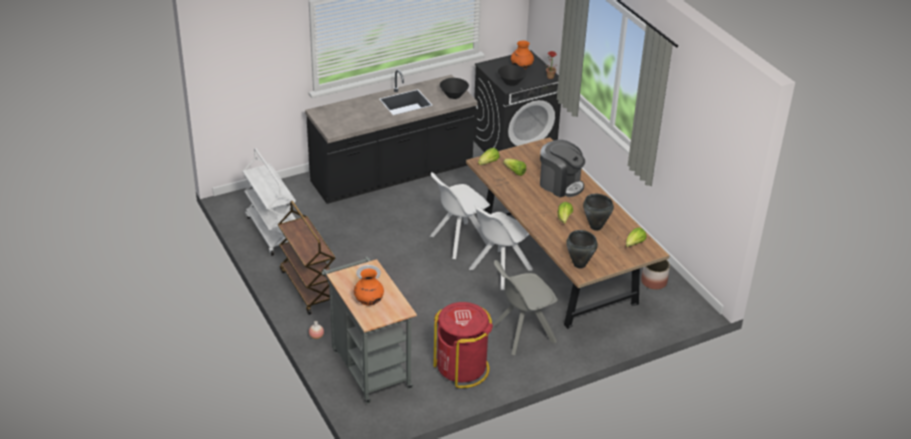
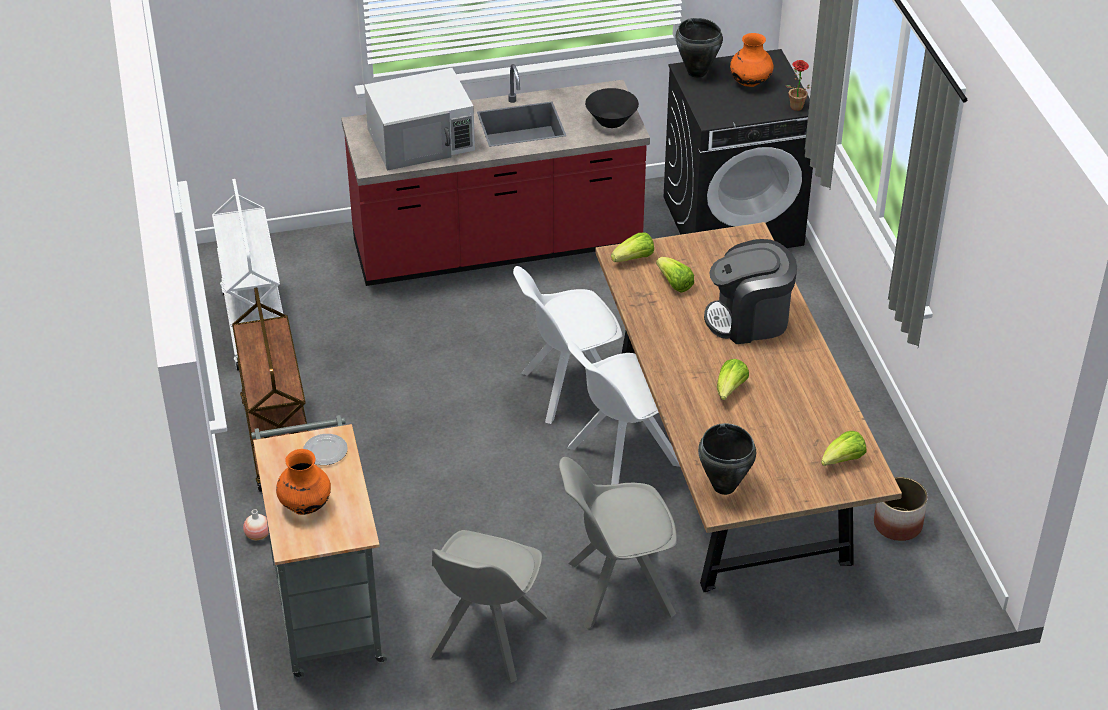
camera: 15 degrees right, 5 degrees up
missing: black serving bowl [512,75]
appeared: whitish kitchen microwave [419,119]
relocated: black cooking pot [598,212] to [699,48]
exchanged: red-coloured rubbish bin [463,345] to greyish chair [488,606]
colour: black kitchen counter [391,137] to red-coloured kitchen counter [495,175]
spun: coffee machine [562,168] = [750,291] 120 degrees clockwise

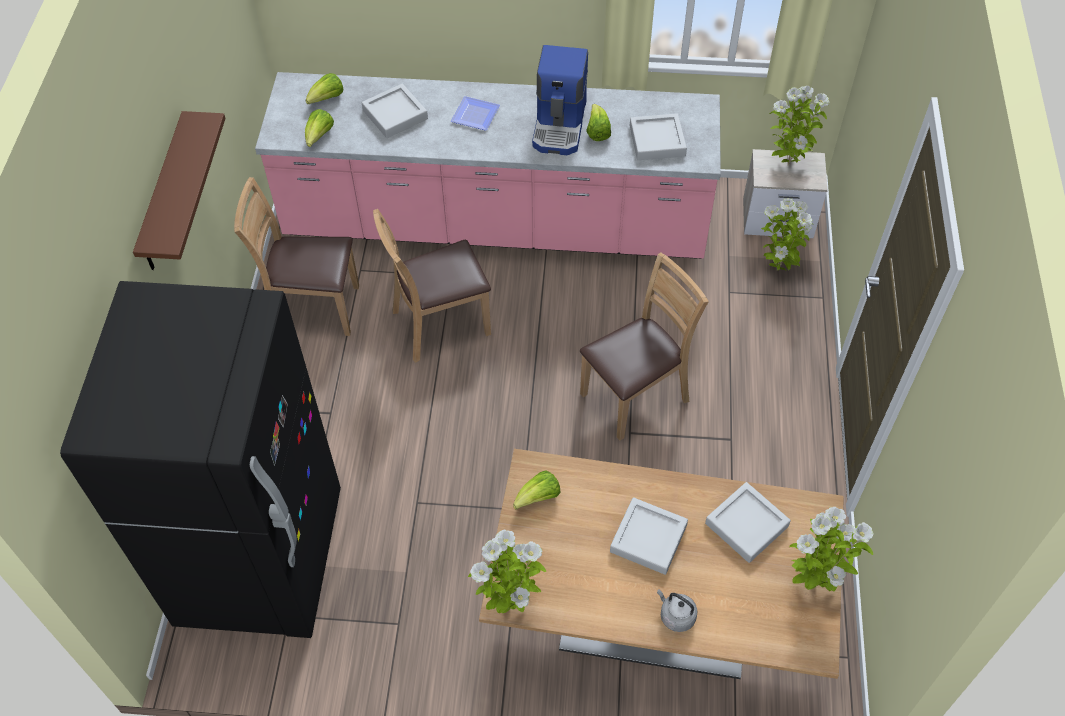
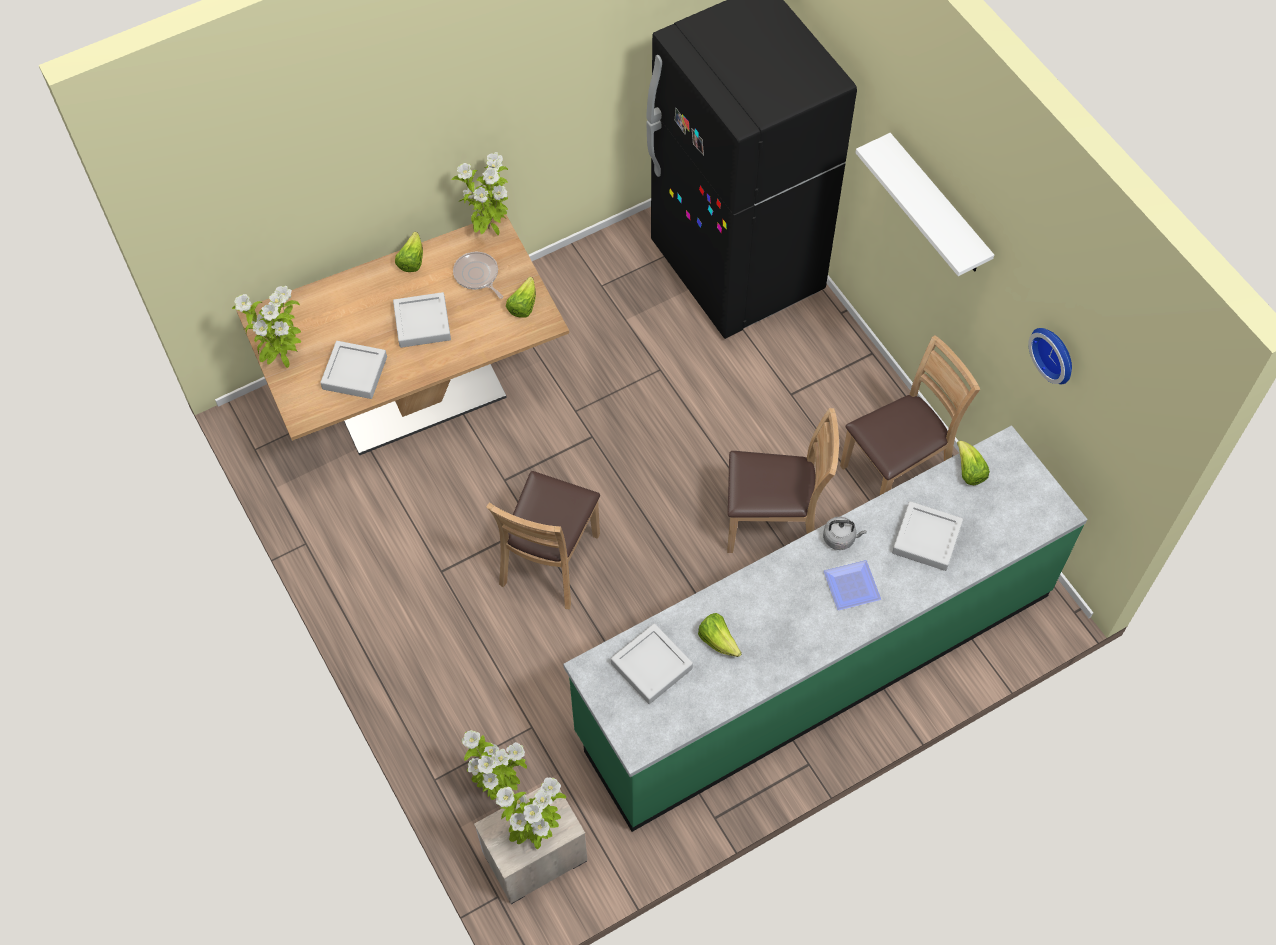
camera: 145 degrees right, 5 degrees up
missing: coffee machine [560,100]
appeared: frying pan [478,275]; wall clock [1050,356]
relocated: lettuce [324,88] to [409,252]; greyish water kettle [677,610] to [845,533]
colour: brownish wall shelf [179,190] to whitish wall shelf [924,204]; pink-coloured kitchen counter [488,165] to green-coloured kitchen counter [825,628]
spun: brownish chair [432,286] = [783,480] 60 degrees clockwise

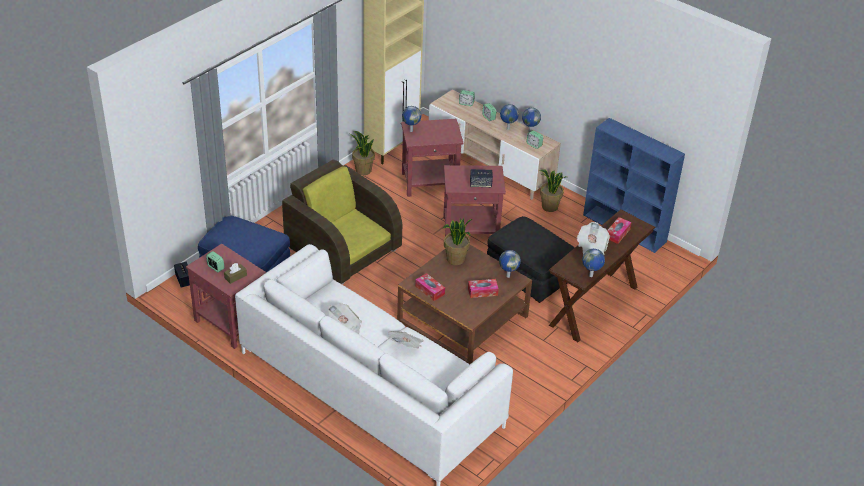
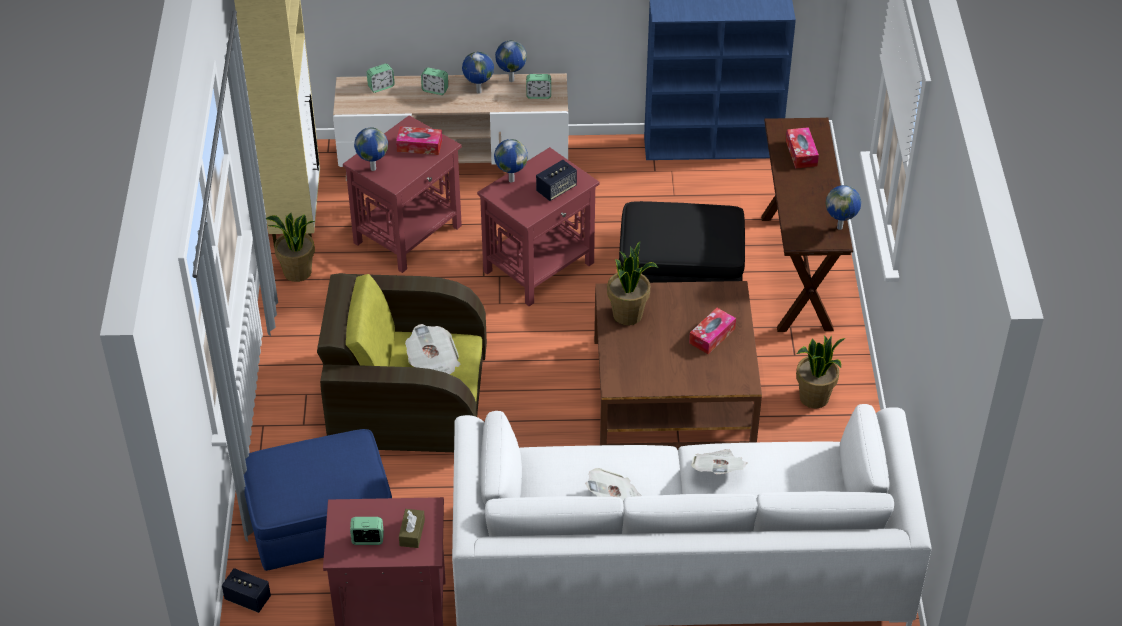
camera: 40 degrees left, 5 degrees up
relocated: box of tissues [430,287] to [419,140]; desk globe [510,264] to [511,161]; houseplant [553,190] to [821,371]; daily paper [593,238] to [433,349]

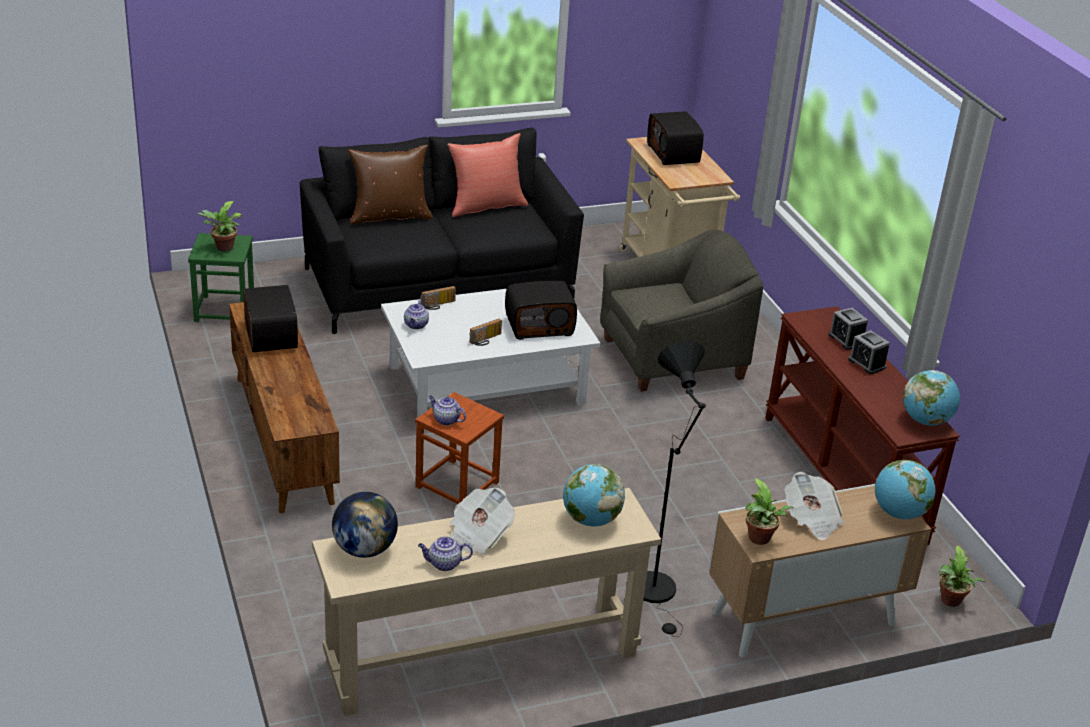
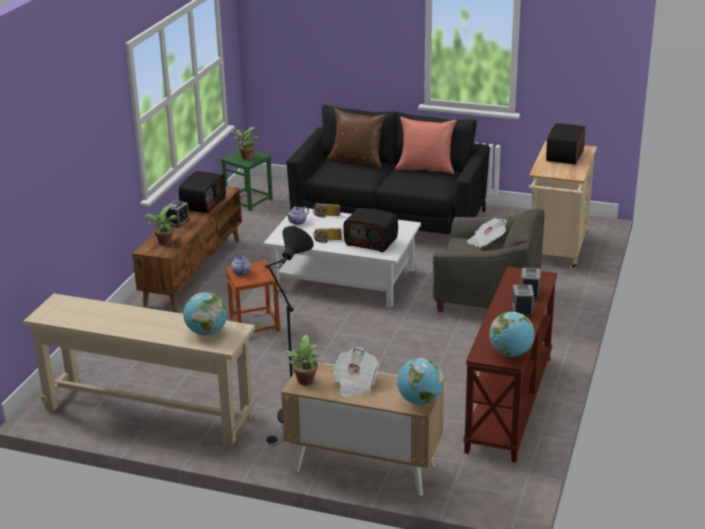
camera: 40 degrees right, 5 degrees down
missing: desk globe [365,525]; tea pot [445,553]
appeared: bedside clock [178,214]
relocated: daily paper [482,521] to [487,233]; houseplant [962,576] to [159,225]

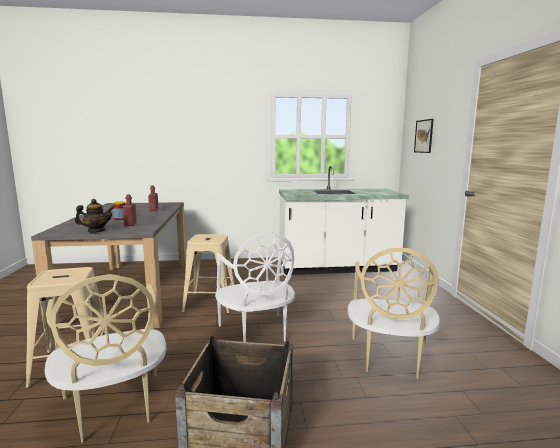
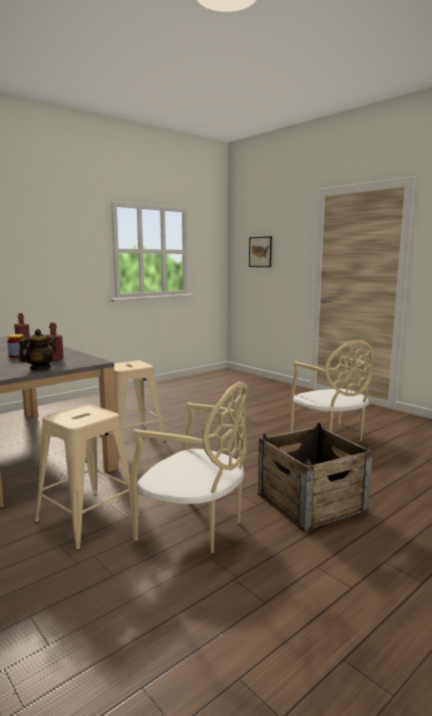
camera: 35 degrees left, 0 degrees up
missing: whitish chair [255,287]; whitish kitchen counter [344,220]

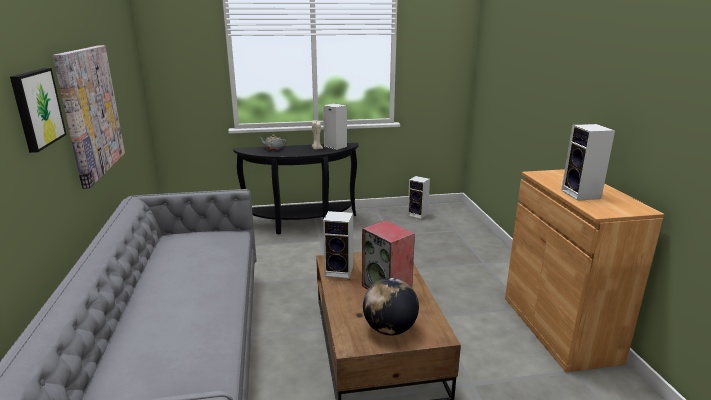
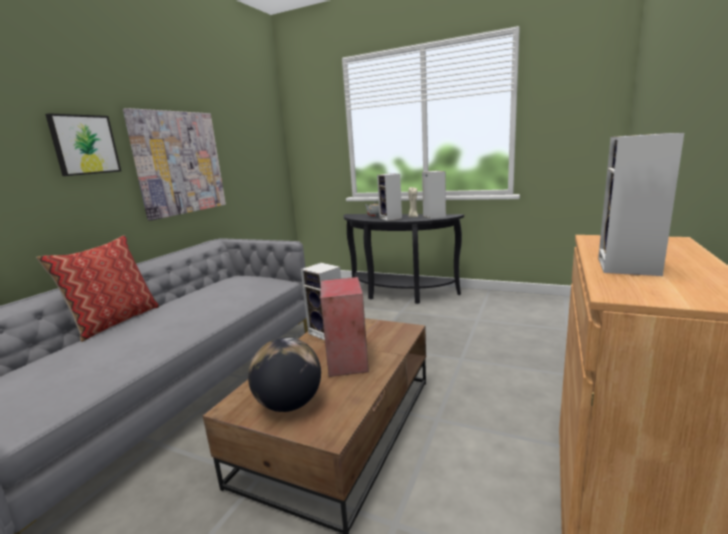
camera: 35 degrees right, 5 degrees down
appeared: cushion [97,288]
relocated: speaker [419,197] to [389,197]

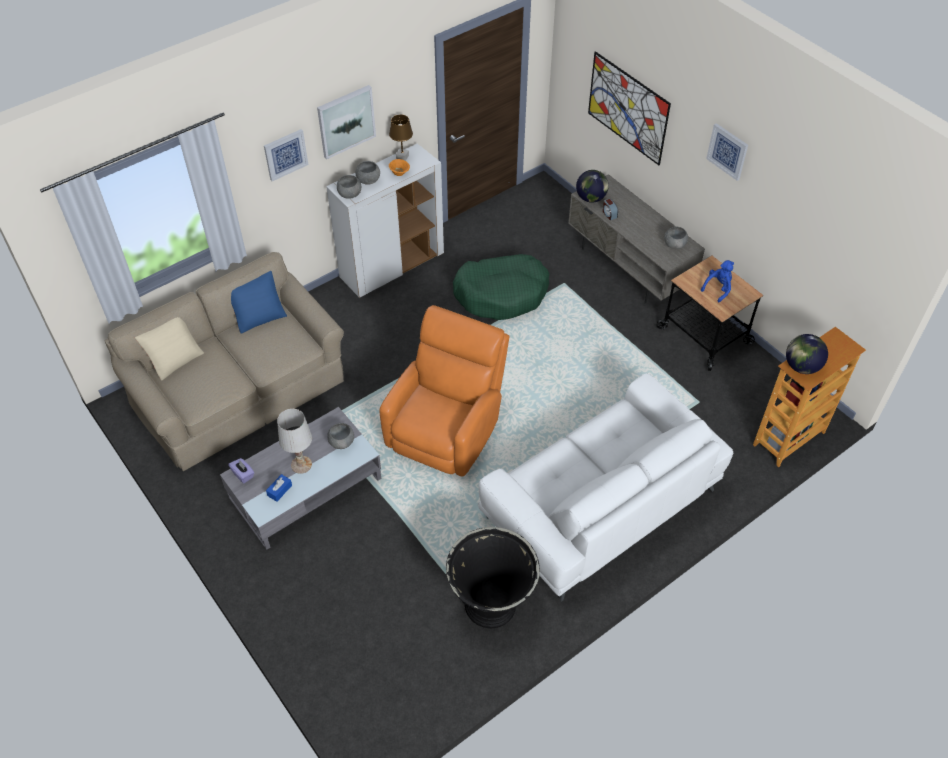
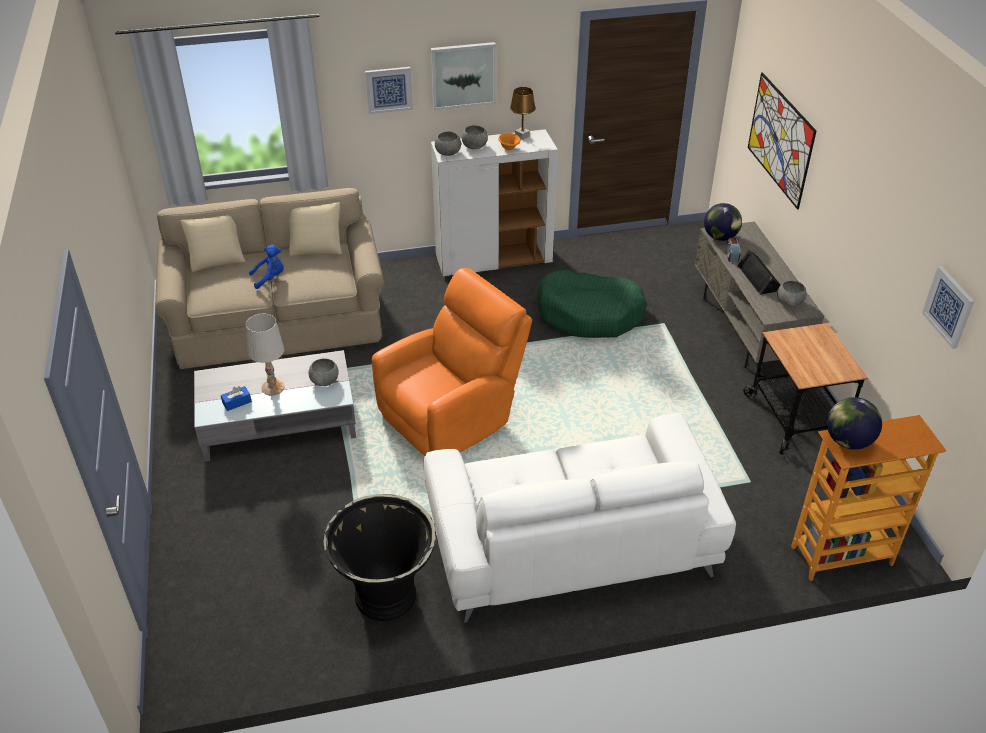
camera: 25 degrees right, 10 degrees down
missing: purple box of tissues [241,471]
appeared: black speaker [759,272]
relocated: blue-coloured cuddly toy [717,281] to [266,267]; picture [727,152] to [948,307]
colour: blue-coloured cushion [259,302] to beige-coloured cushion [315,229]

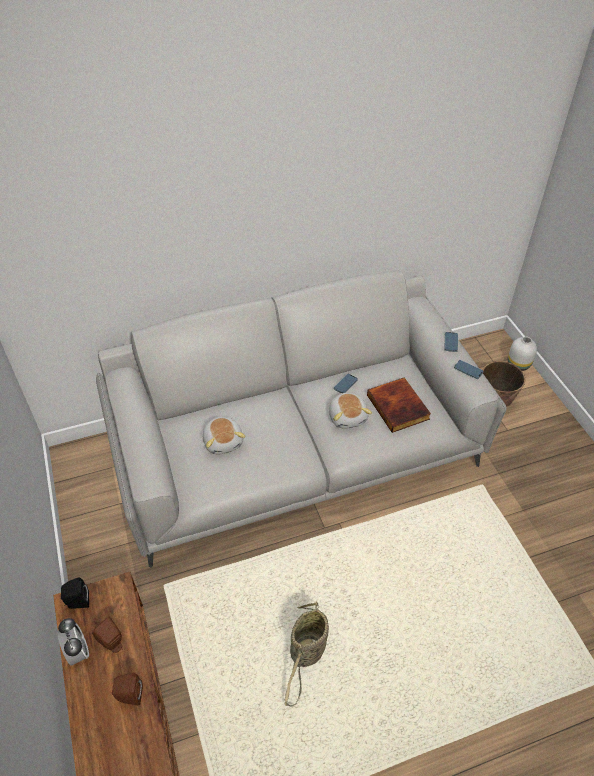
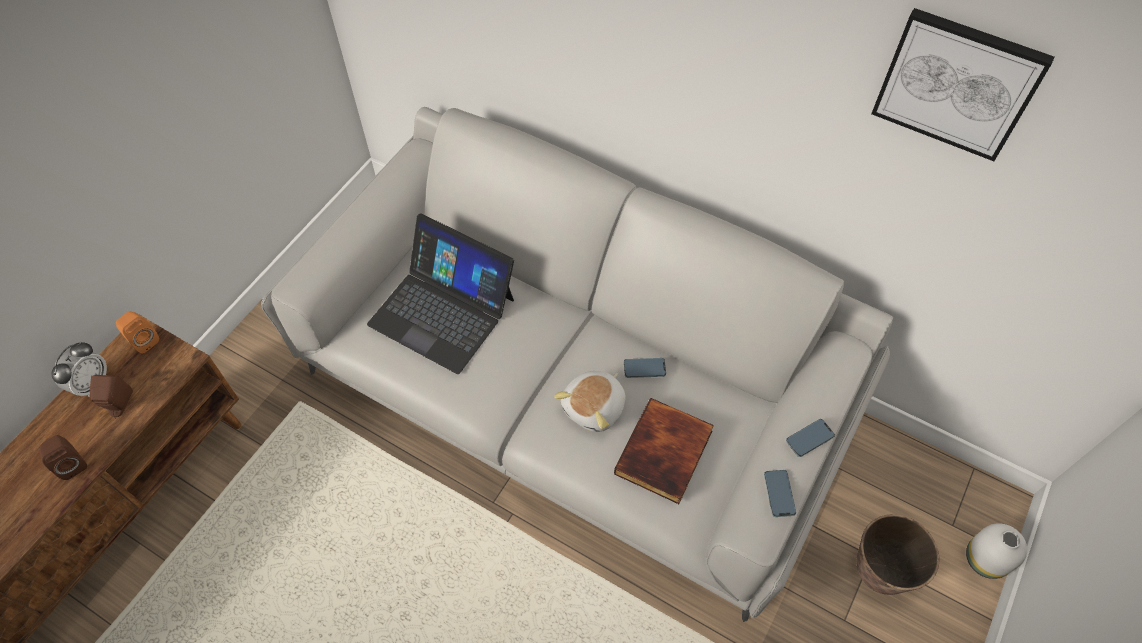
camera: 50 degrees right, 10 degrees up
missing: storage basket [307,654]
appeared: picture [963,84]
exchanged: cuddly toy [224,435] to notebook computer [440,293]
colour: black speaker [75,593] to orangey speaker [137,332]

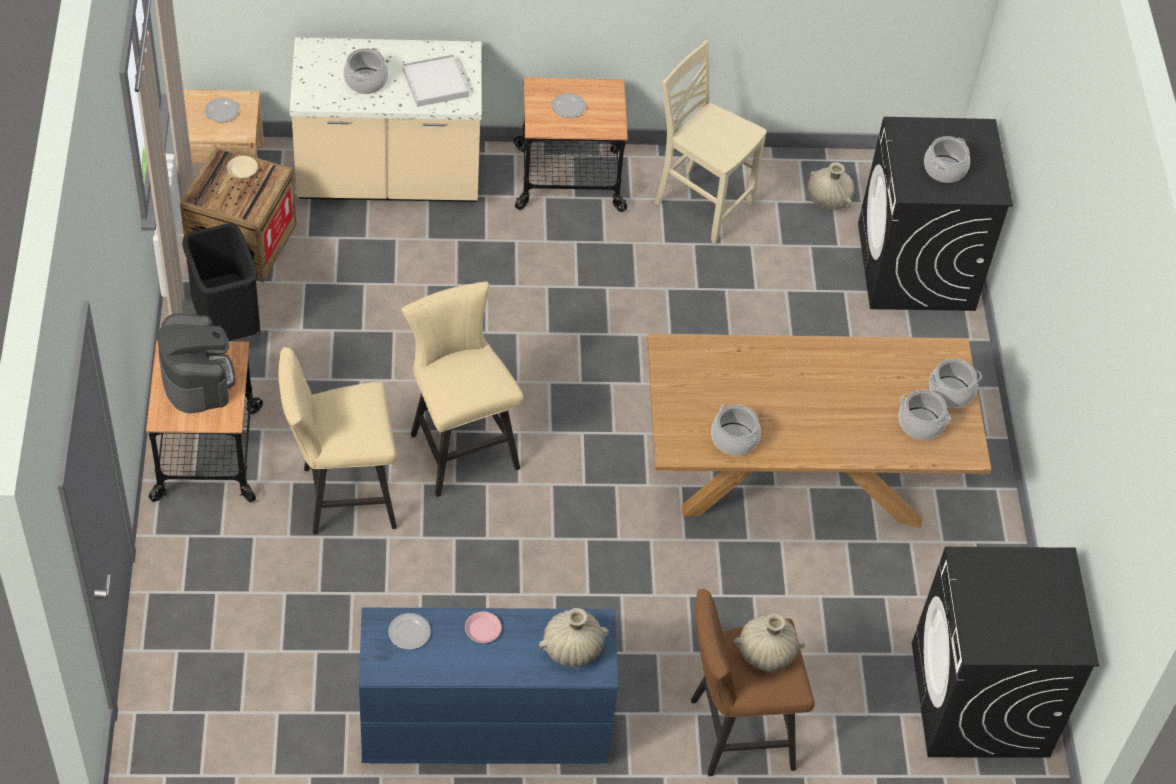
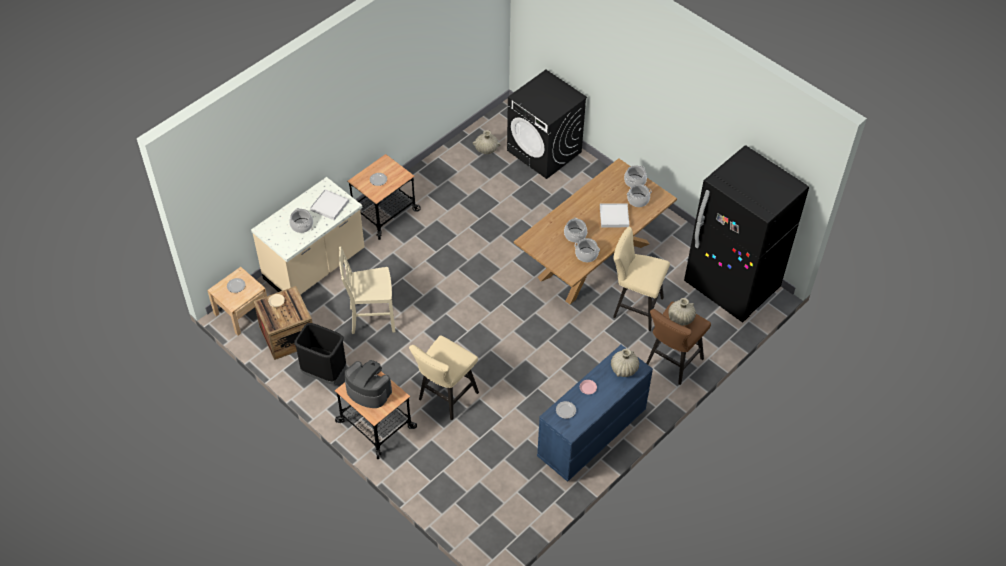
camera: 40 degrees left, 0 degrees up
appeared: whitish serving tray [614,215]
relocated: beige-coloured sitting stool [462,389] to [641,279]; beige-coloured chair [710,142] to [367,290]; cooking pot [947,159] to [575,230]
exchanged: black washing machine [1005,652] to black fridge [746,233]

